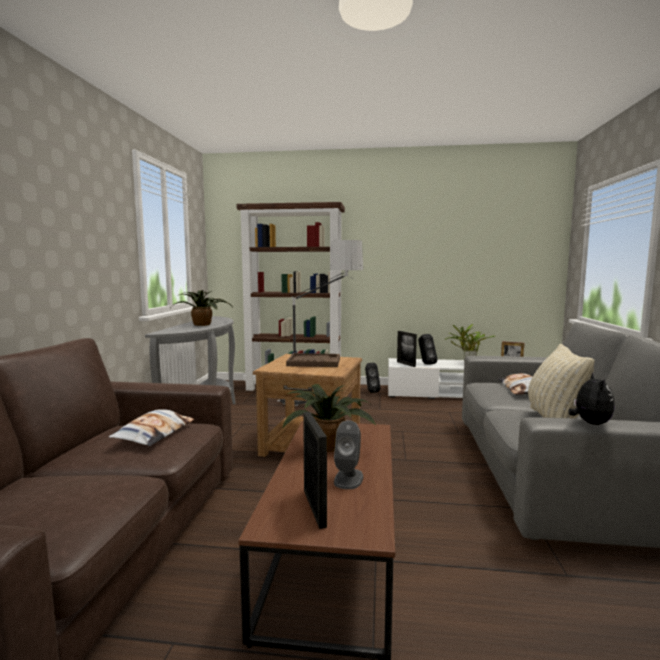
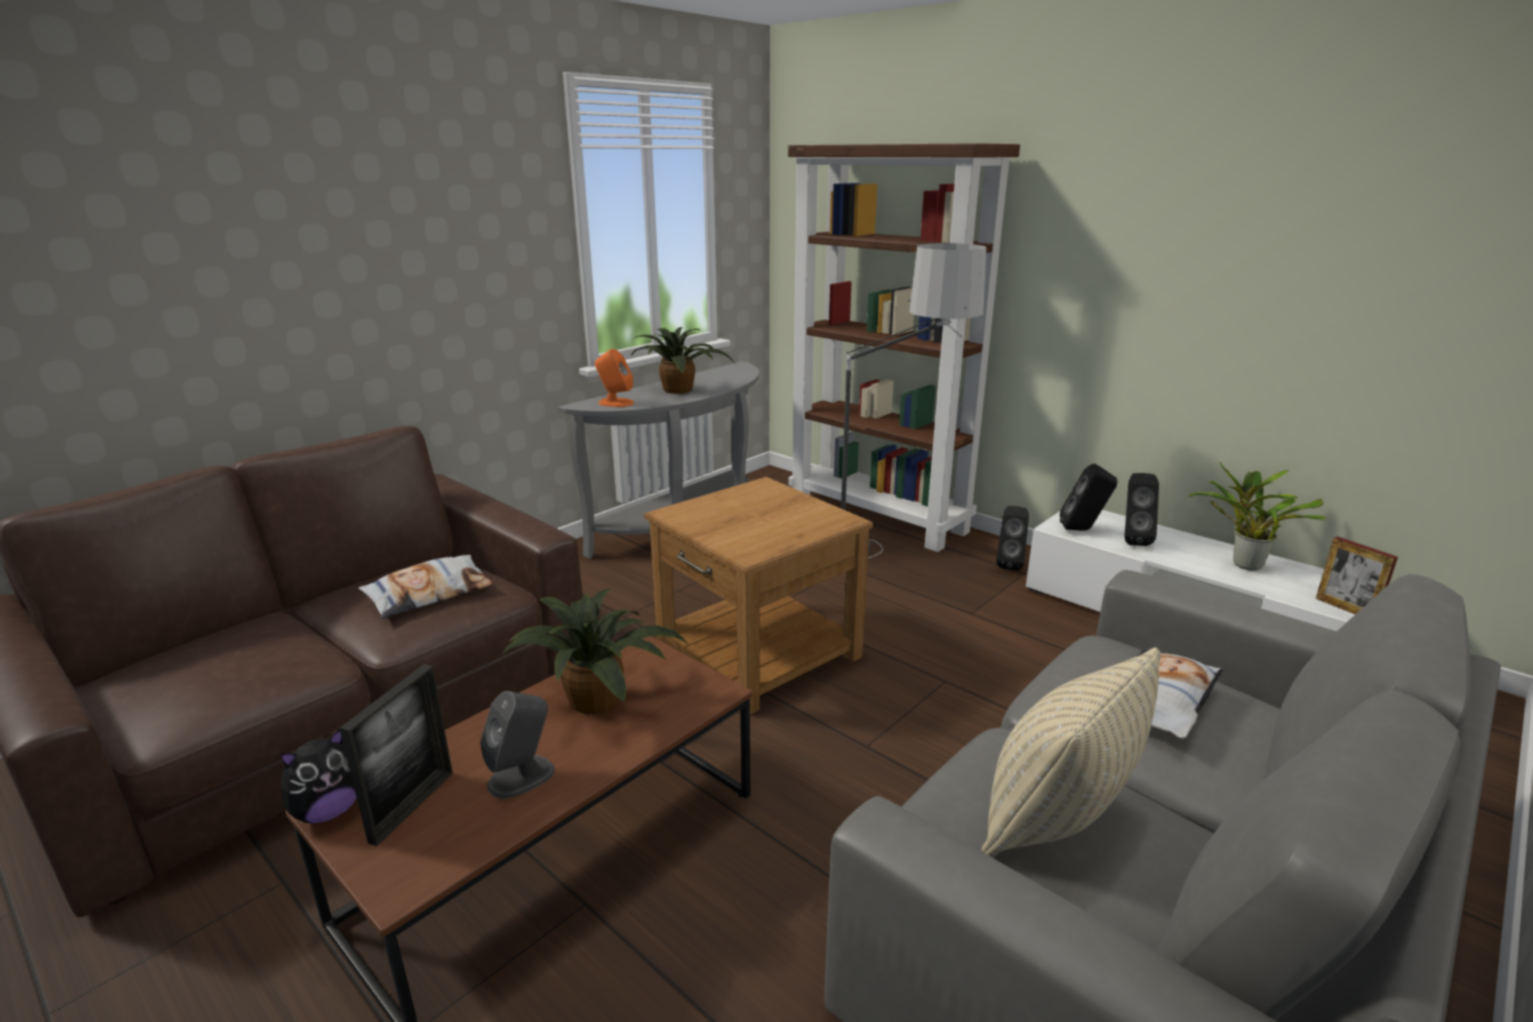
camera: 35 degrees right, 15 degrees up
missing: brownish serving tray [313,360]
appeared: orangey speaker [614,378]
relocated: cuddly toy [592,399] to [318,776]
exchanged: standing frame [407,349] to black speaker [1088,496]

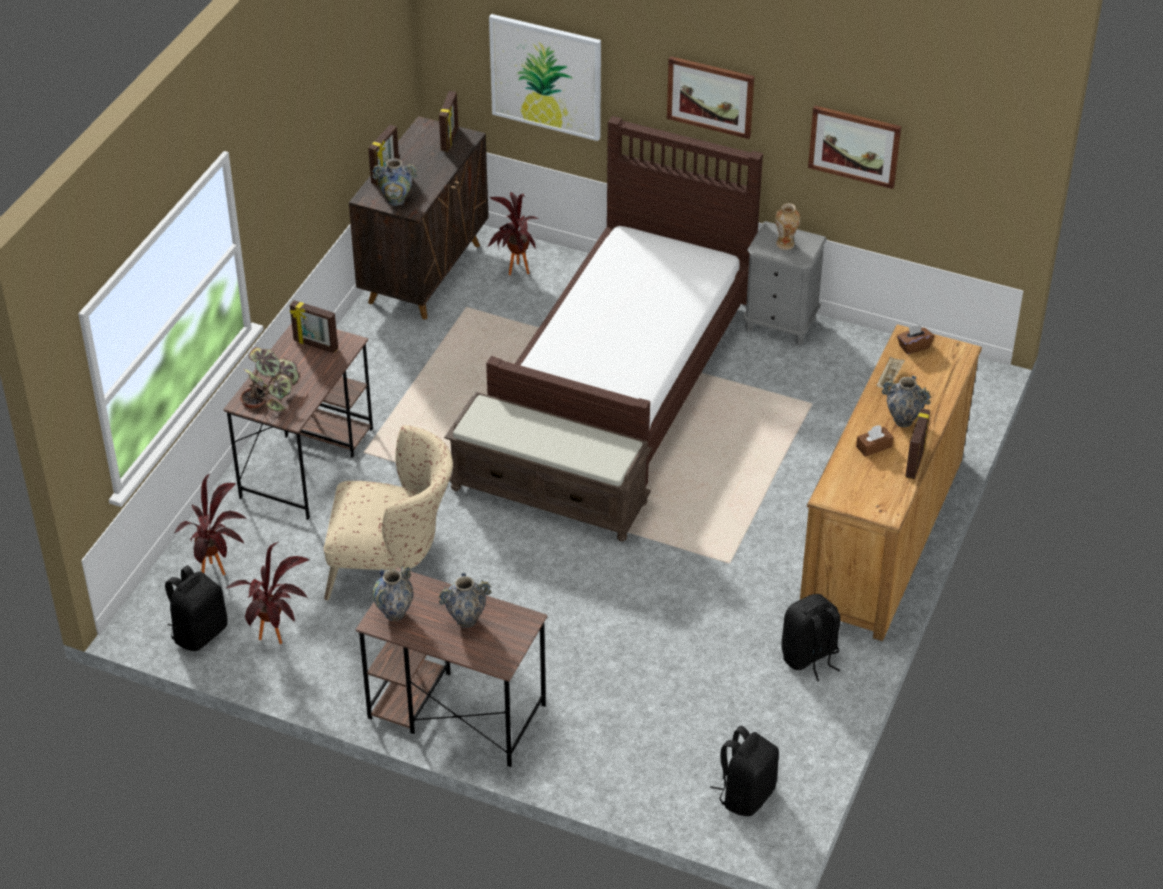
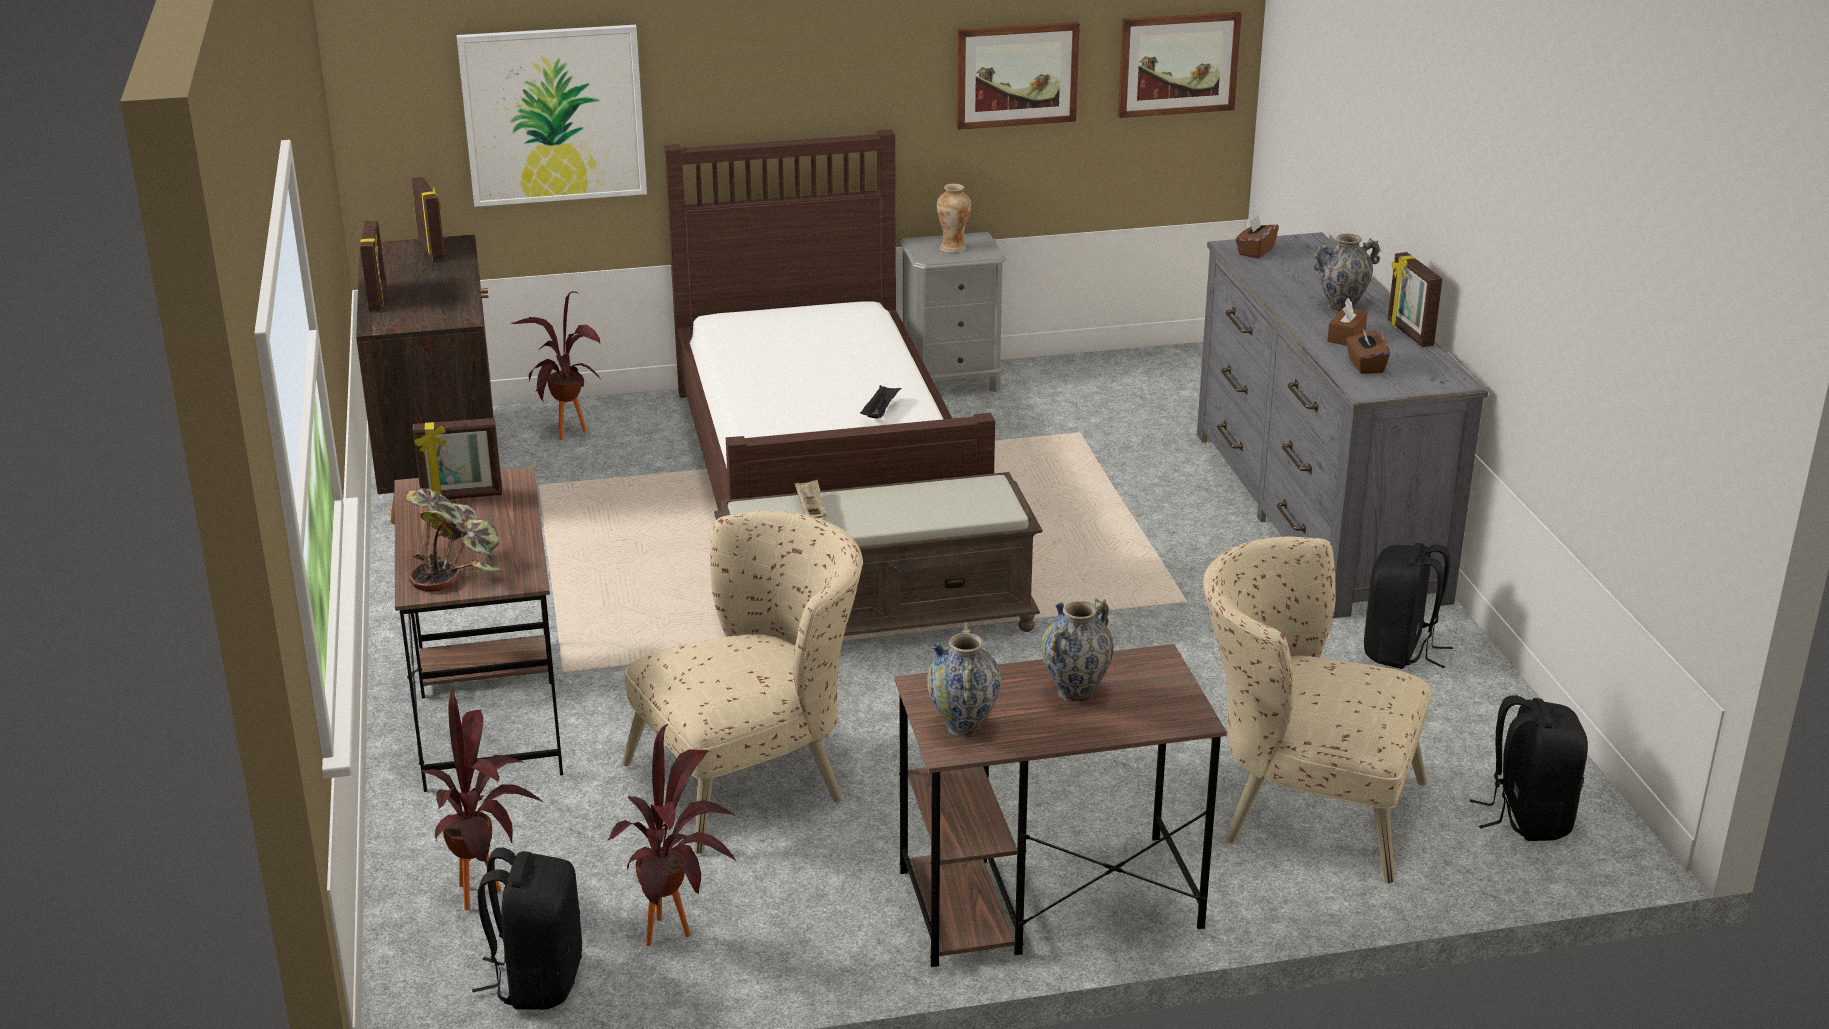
camera: 35 degrees left, 15 degrees down
missing: flower vase [394,182]
appeared: black serving tray [881,402]; beige-coloured lounge chair [1317,710]; brownish box of tissues [1368,350]
relocated: picture [710,97] to [1180,65]; beige-coloured serving tray [891,373] to [810,499]
colour: brownish chest of drawers [891,482] to greyish chest of drawers [1342,425]

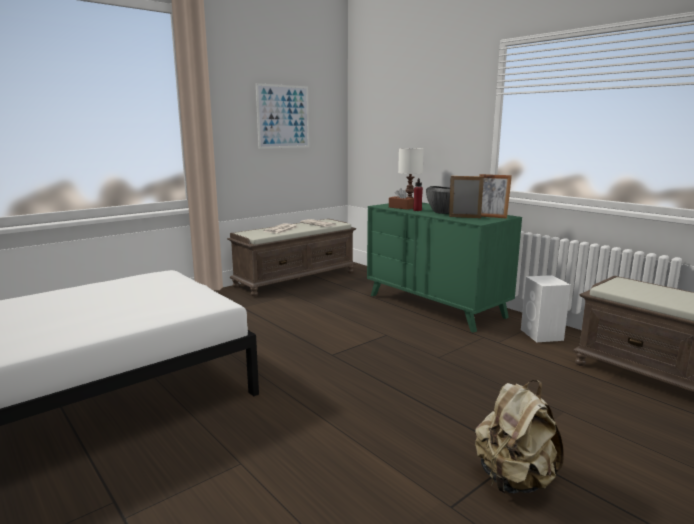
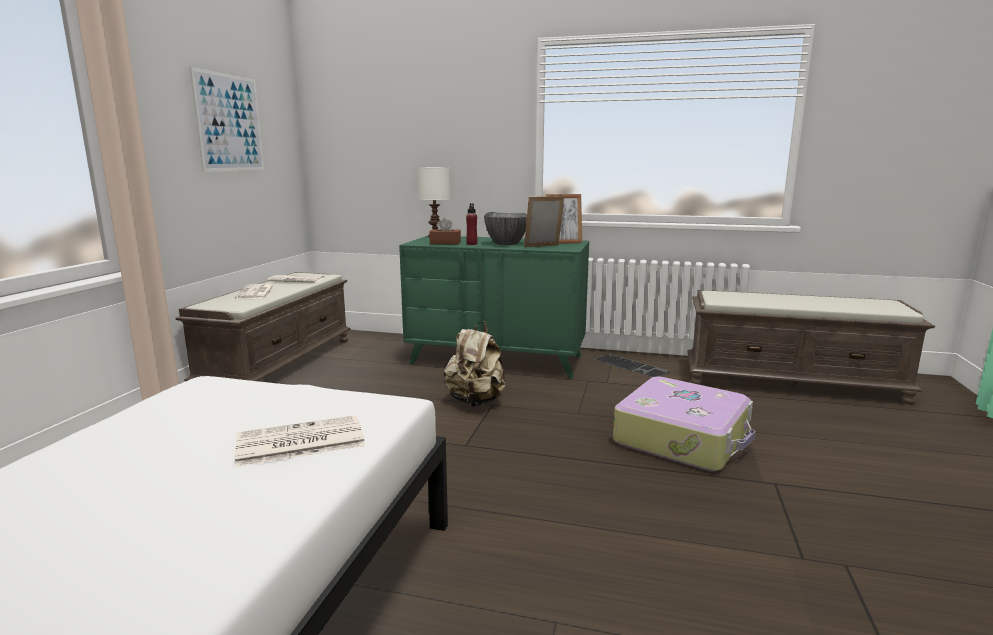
camera: 35 degrees left, 0 degrees up
appeared: daily paper [300,441]; piece of luggage [684,423]
relocated: beige-coloured rucksack [519,437] to [474,364]
exchanged: whitish speaker [546,308] to keyboard [631,365]

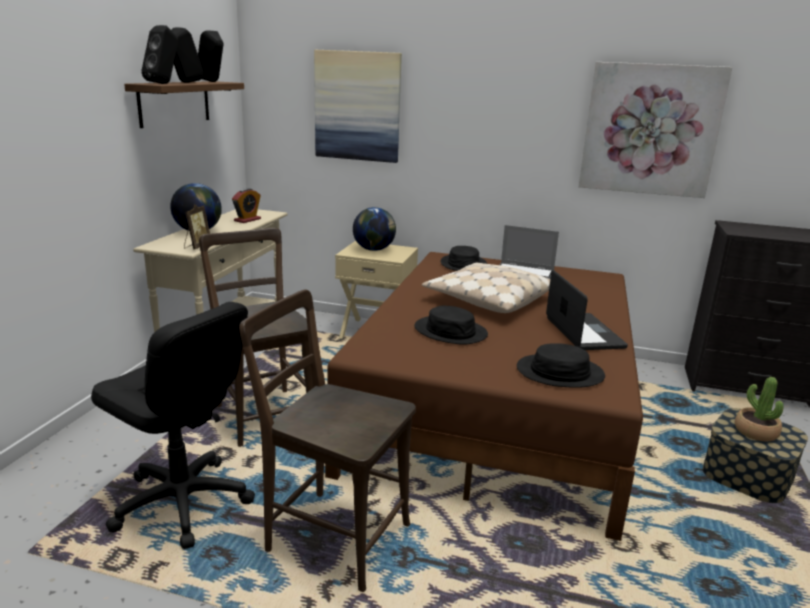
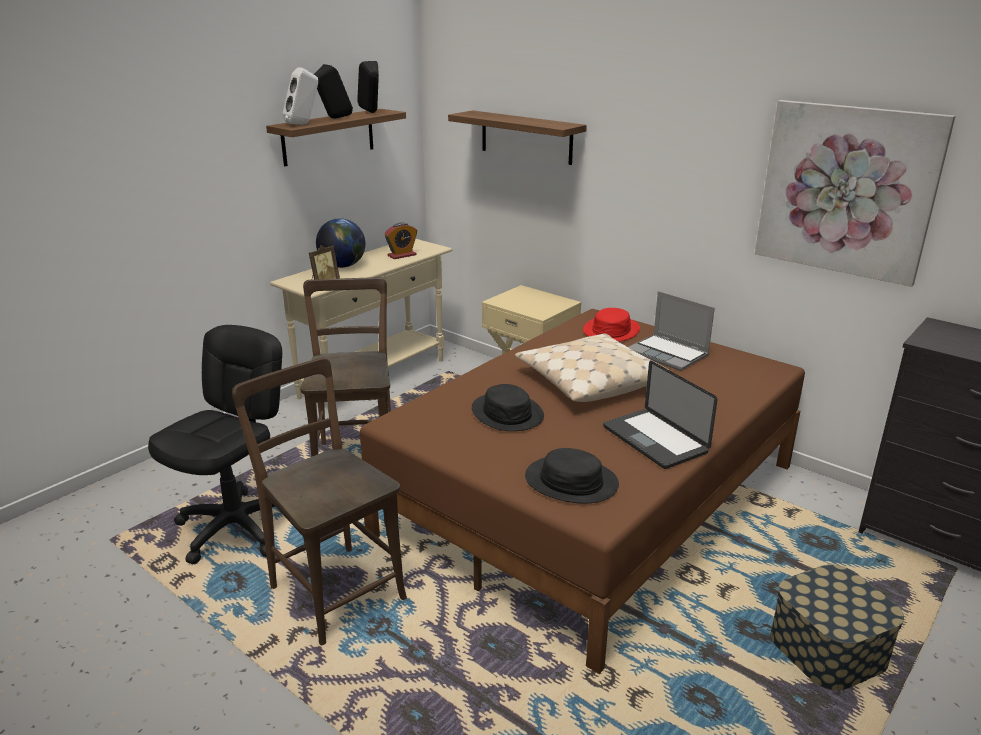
camera: 25 degrees right, 5 degrees up
missing: desk globe [374,229]; houseplant [759,409]
exchanged: picture [358,106] to wall shelf [517,137]
colour: black speaker [159,54] to whitish speaker [300,96]; black hat [463,258] to red-coloured hat [611,325]
spun: black computer chair [173,425] = [215,444] 120 degrees counterclockwise; notebook computer [587,310] = [660,415] 135 degrees clockwise

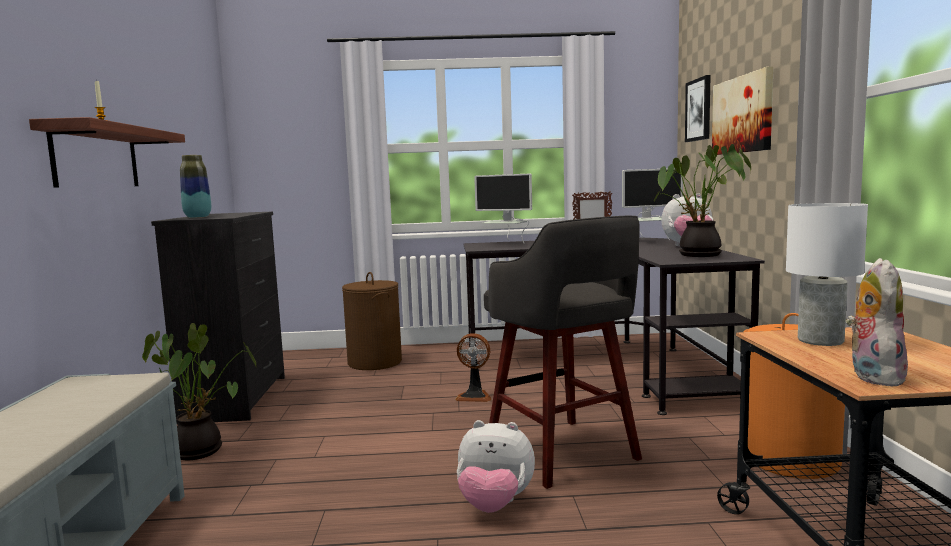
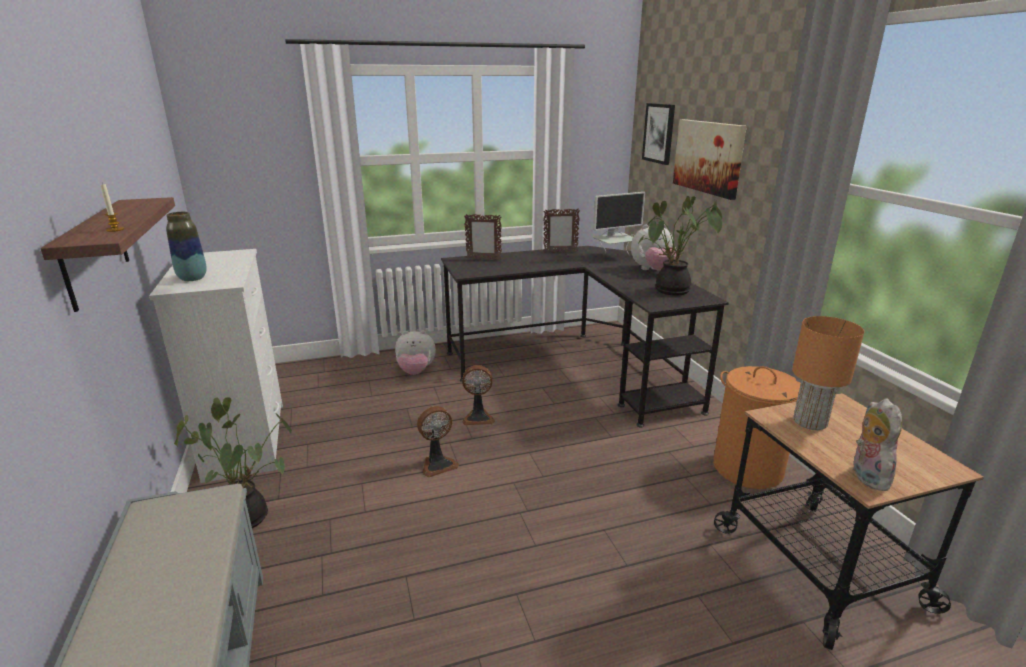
camera: 15 degrees left, 15 degrees up
missing: brownish washing basket [372,321]; greyish sitting stool [563,352]
appeared: fan [438,441]
relocated: cuddly toy [496,466] to [415,352]
exchanged: monitor [503,208] to standing frame [483,237]
colour: black chest of drawers [218,317] to whitish chest of drawers [216,366]; whitish lamp for a table [827,274] to orangey lamp for a table [828,373]

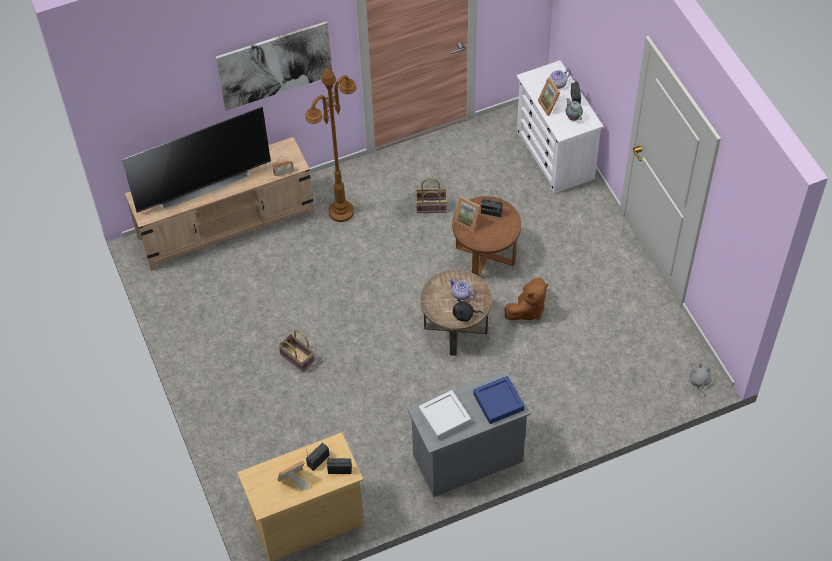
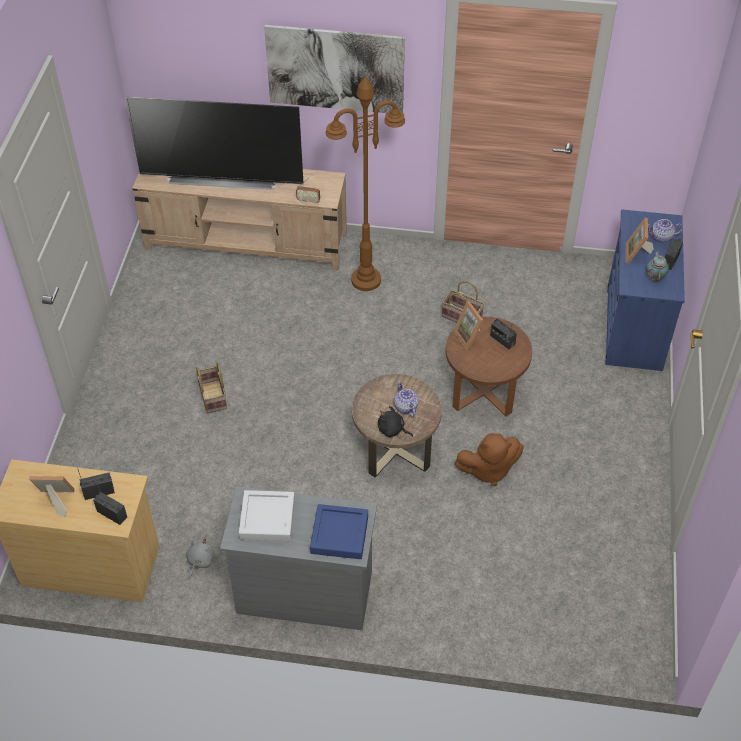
camera: 30 degrees right, 5 degrees down
relocated: greyish cuddly toy [701,380] to [200,558]
colour: whitish chest of drawers [560,126] to blue-coloured chest of drawers [645,290]

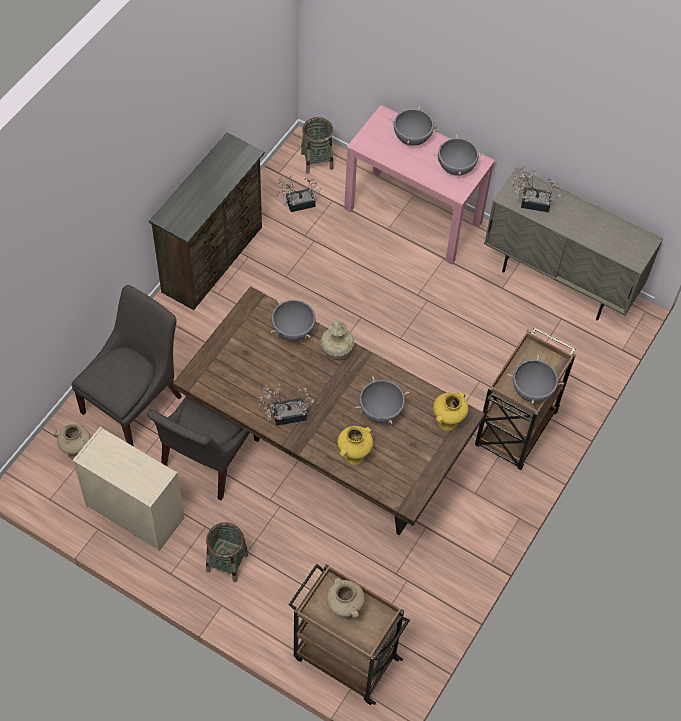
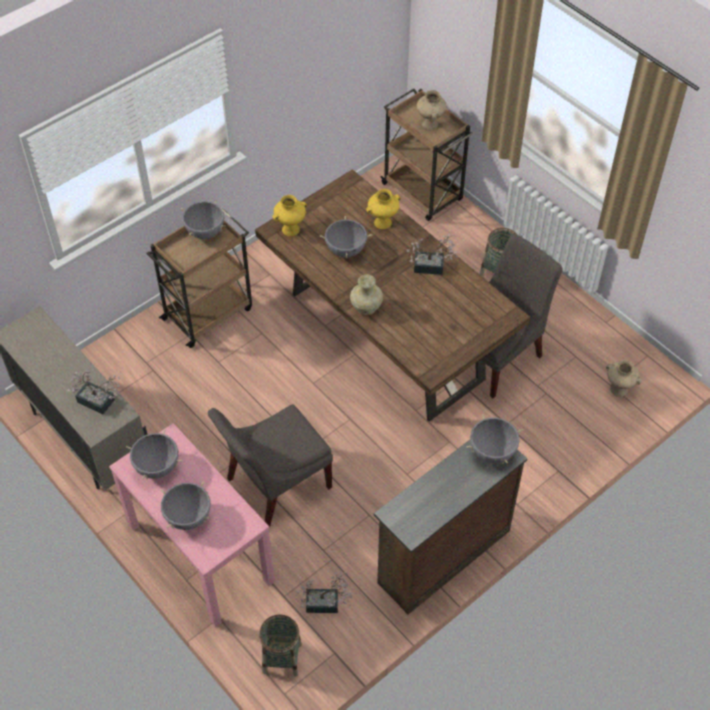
camera: 160 degrees left, 5 degrees down
missing: beige-coloured chest of drawers [129,488]
relocated: greyish chair [126,366] to [270,465]; greyish cooking pot [293,320] to [494,439]

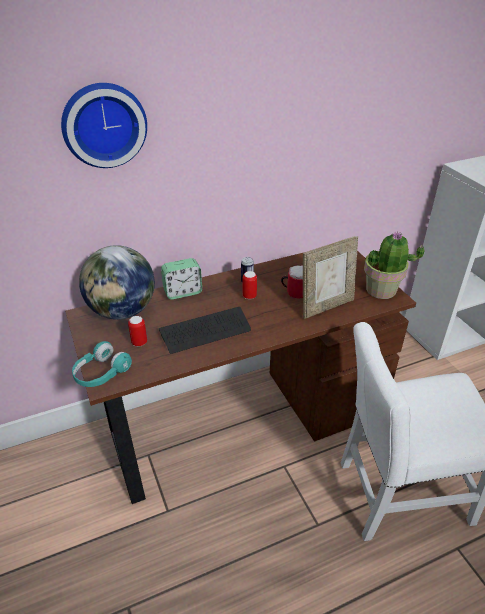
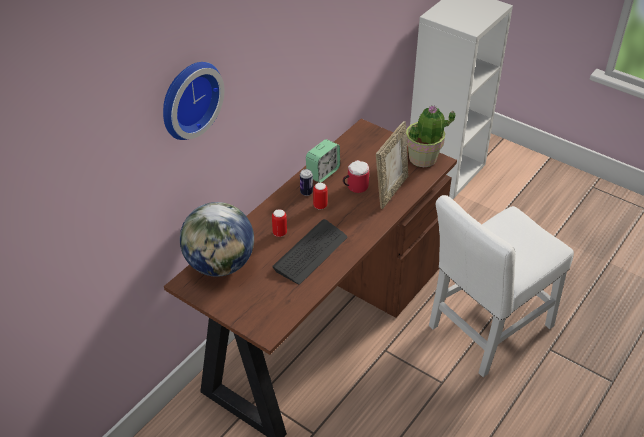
camera: 30 degrees left, 5 degrees up
missing: blue-green headphones [102,364]
relocated: metal can [137,331] to [279,223]; bedside clock [181,279] to [323,161]

